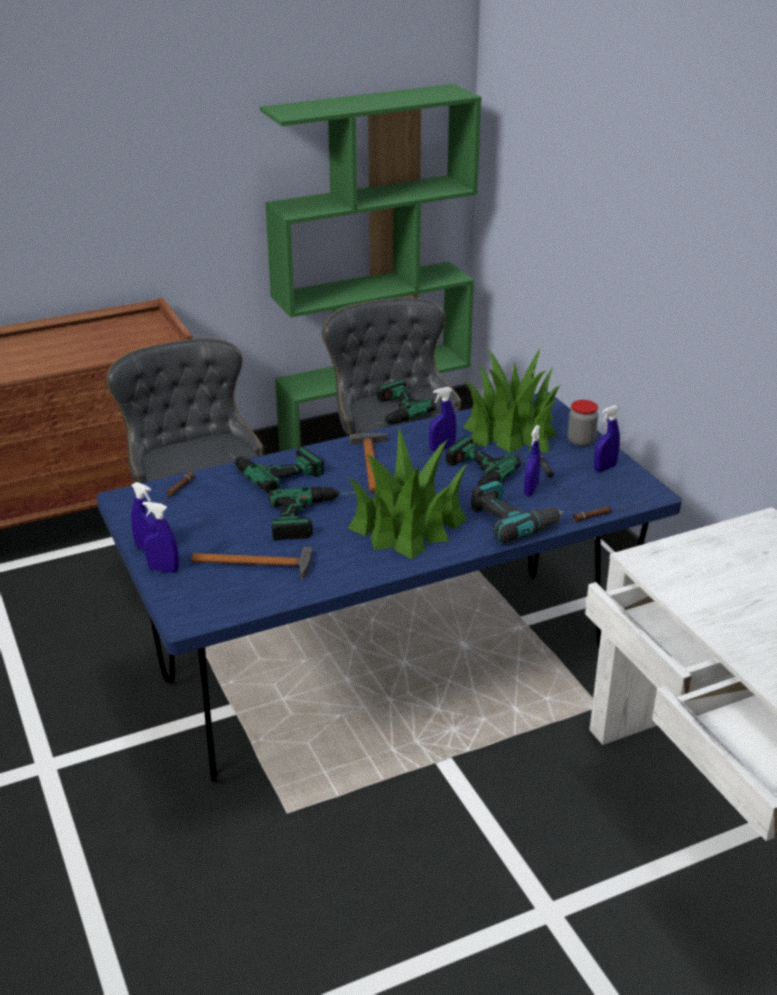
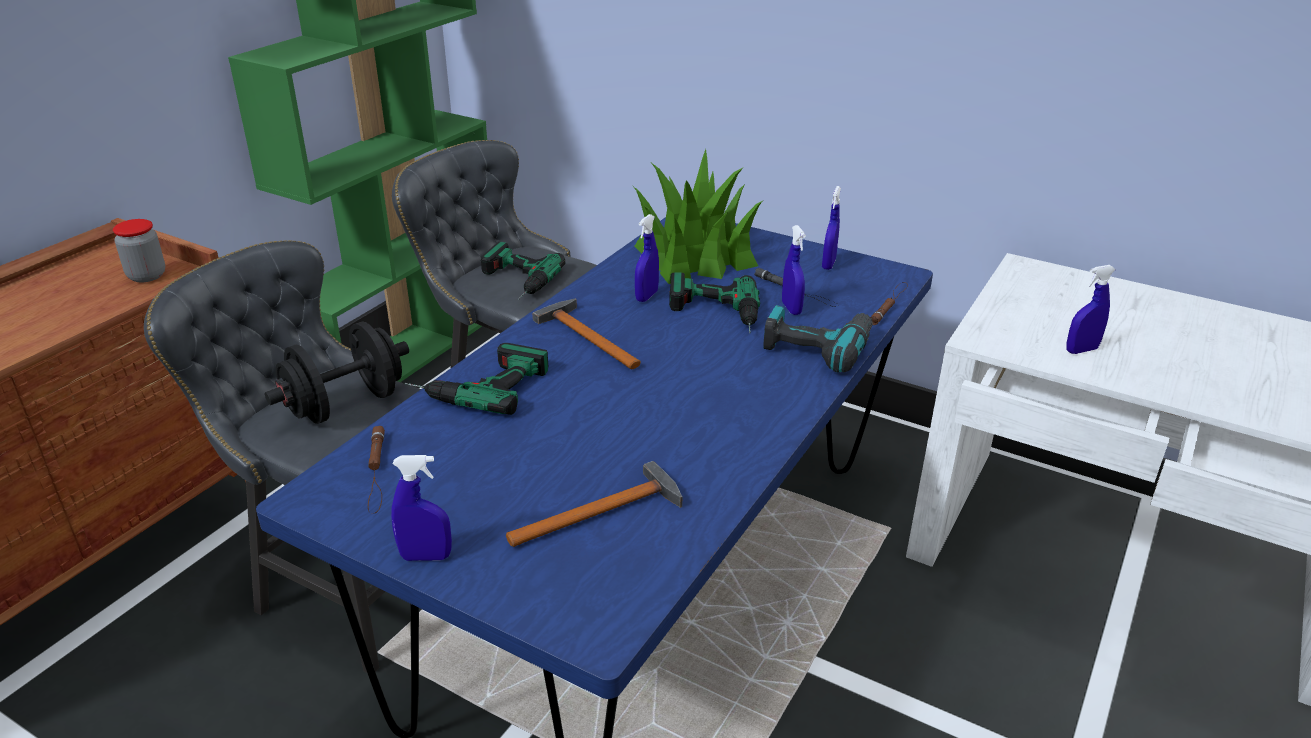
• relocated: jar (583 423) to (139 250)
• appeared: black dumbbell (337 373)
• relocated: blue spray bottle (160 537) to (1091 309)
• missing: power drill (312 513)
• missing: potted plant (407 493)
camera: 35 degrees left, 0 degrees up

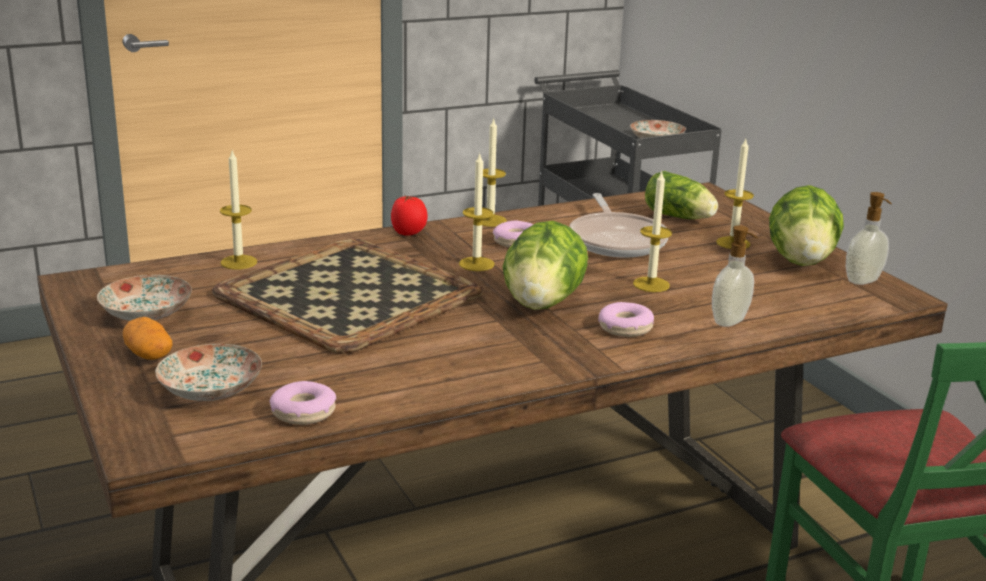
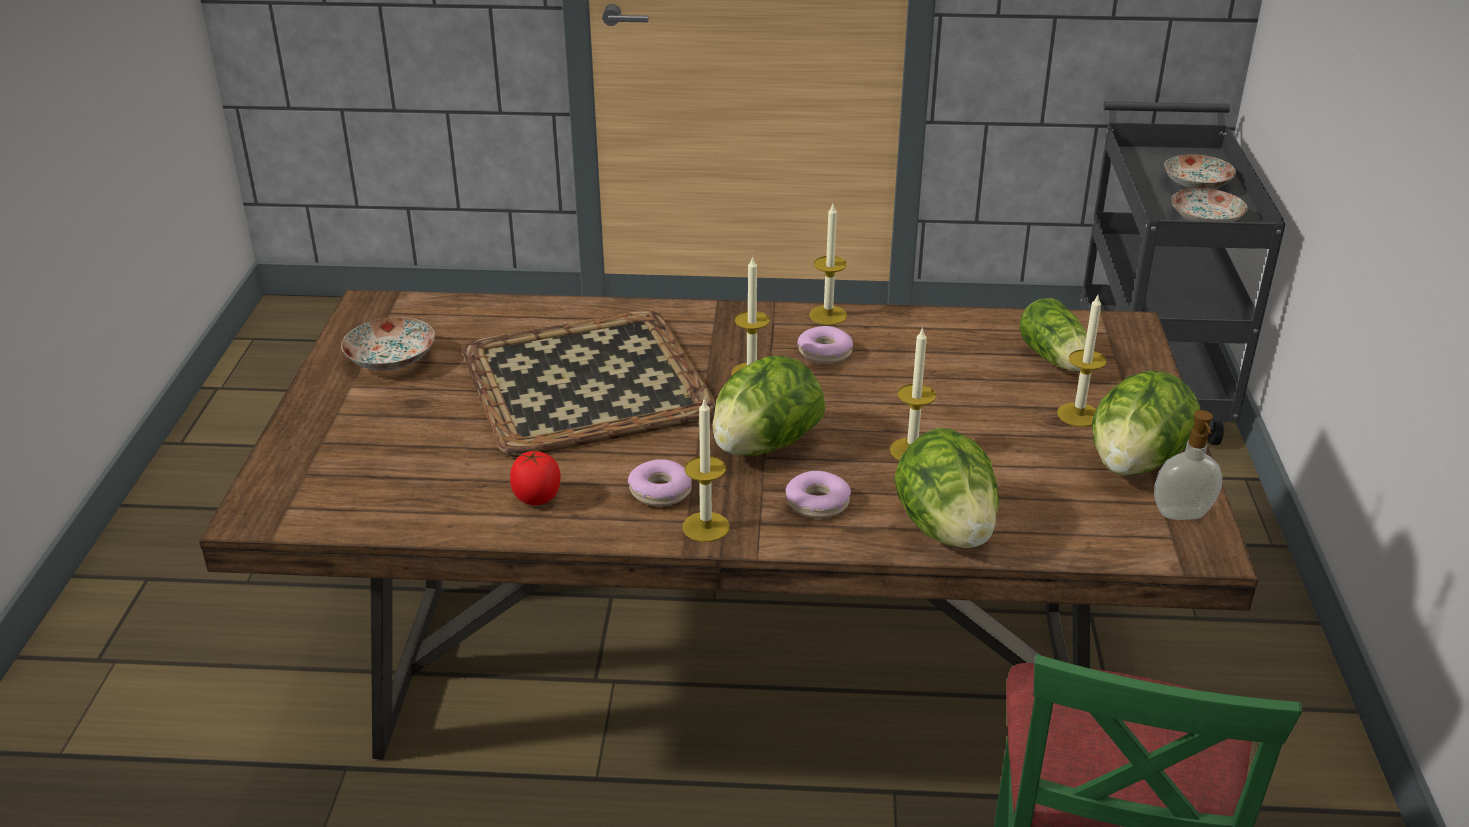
• relocated: tomato (409 216) to (535 477)
• relocated: donut (302 403) to (660 483)
• relocated: candle (238 210) to (706 470)
• exchanged: soap dispenser (735 276) to lettuce (946 488)
• relocated: plate (208 372) to (1200 171)
• missing: potato (147 338)
• missing: frying pan (619 225)
camera: 30 degrees right, 10 degrees up

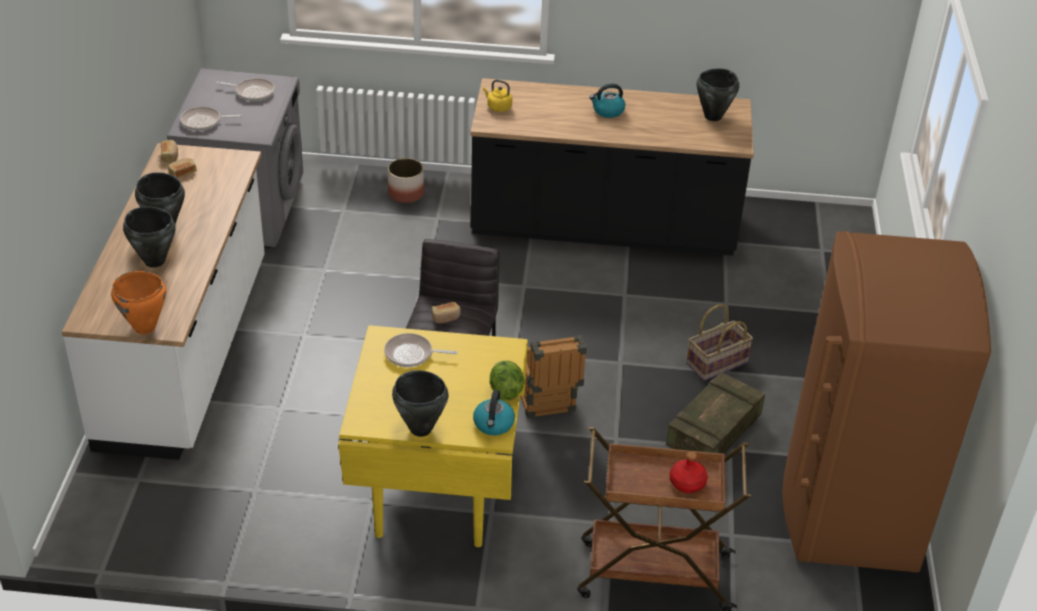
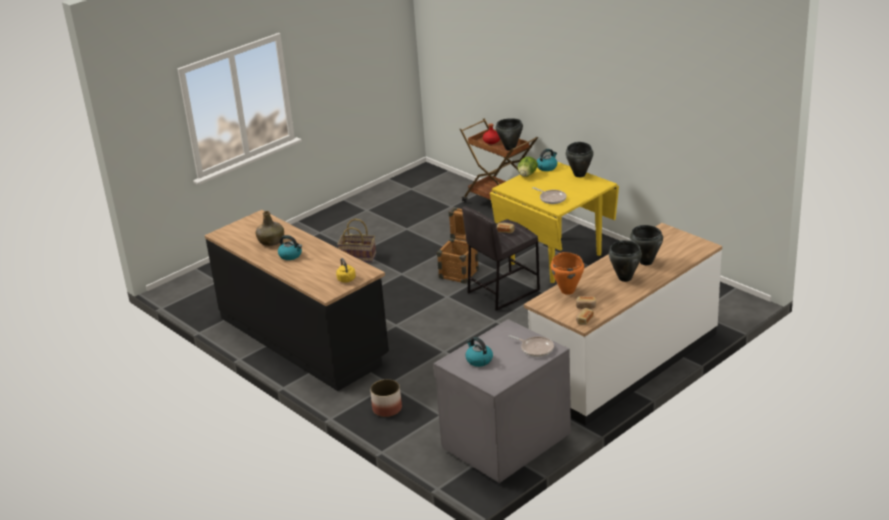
• appeared: green bottle (269 228)
• exchanged: frying pan (246 89) to kettle (479 352)
• relocated: black cooking pot (717 94) to (509 135)
• relocated: orange cooking pot (138 302) to (567 273)
• missing: crate (715 413)
• missing: brown fridge (886 402)
camera: 135 degrees left, 10 degrees down

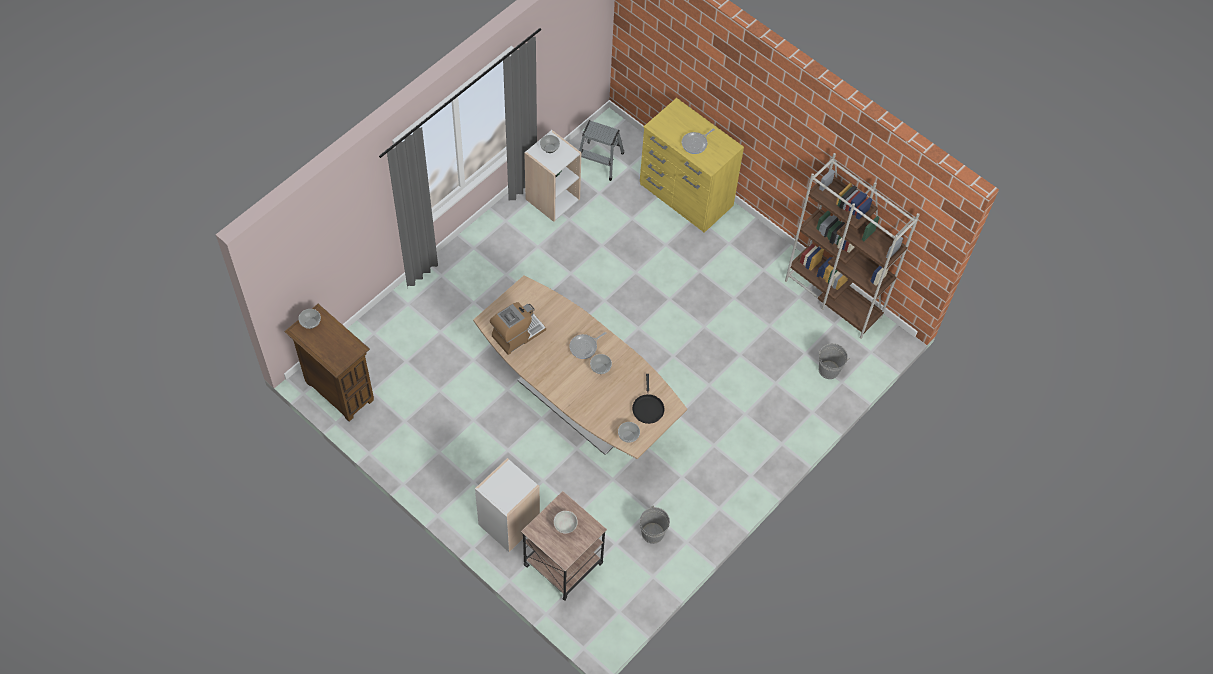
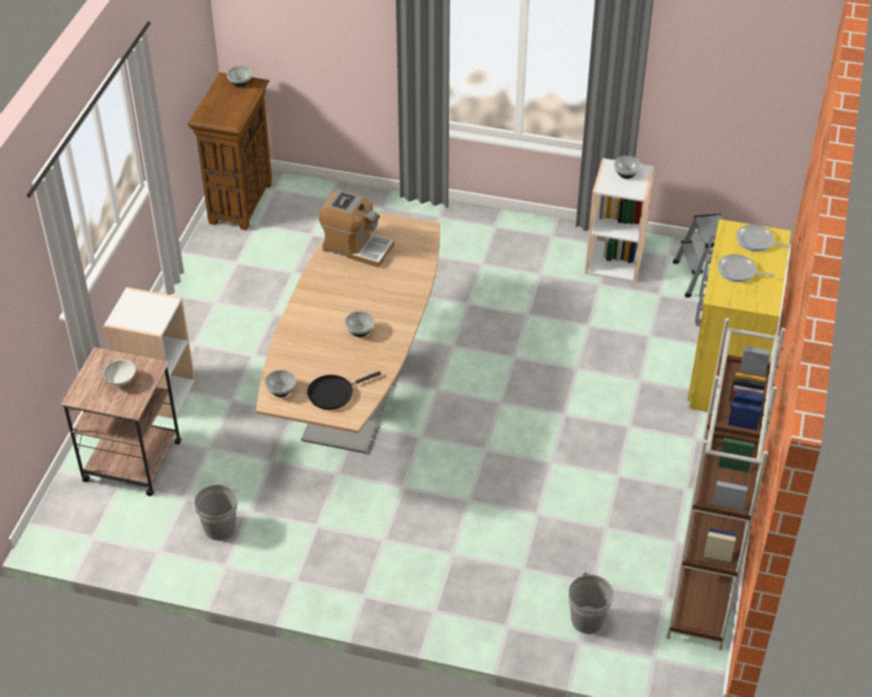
• relocated: frying pan (588 345) to (764 238)
camera: 65 degrees right, 15 degrees down

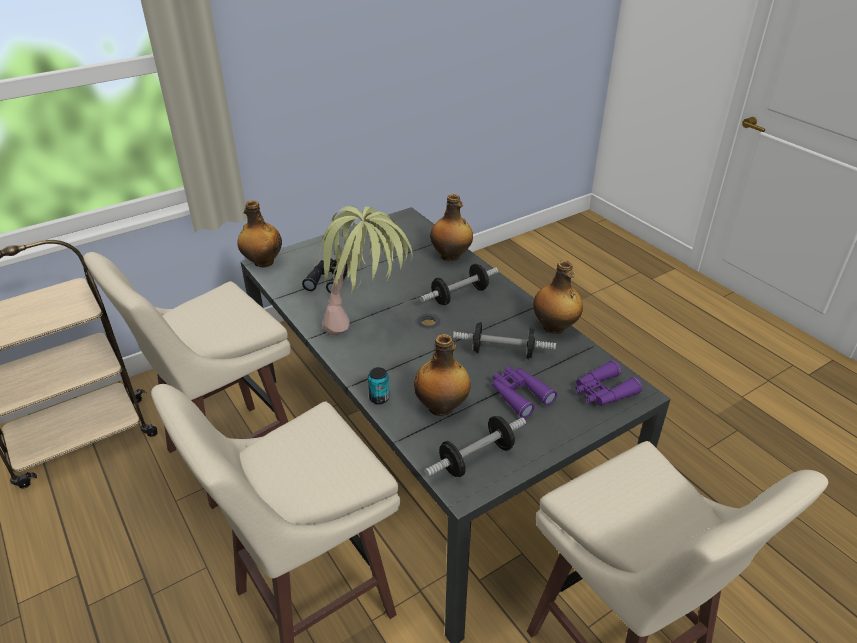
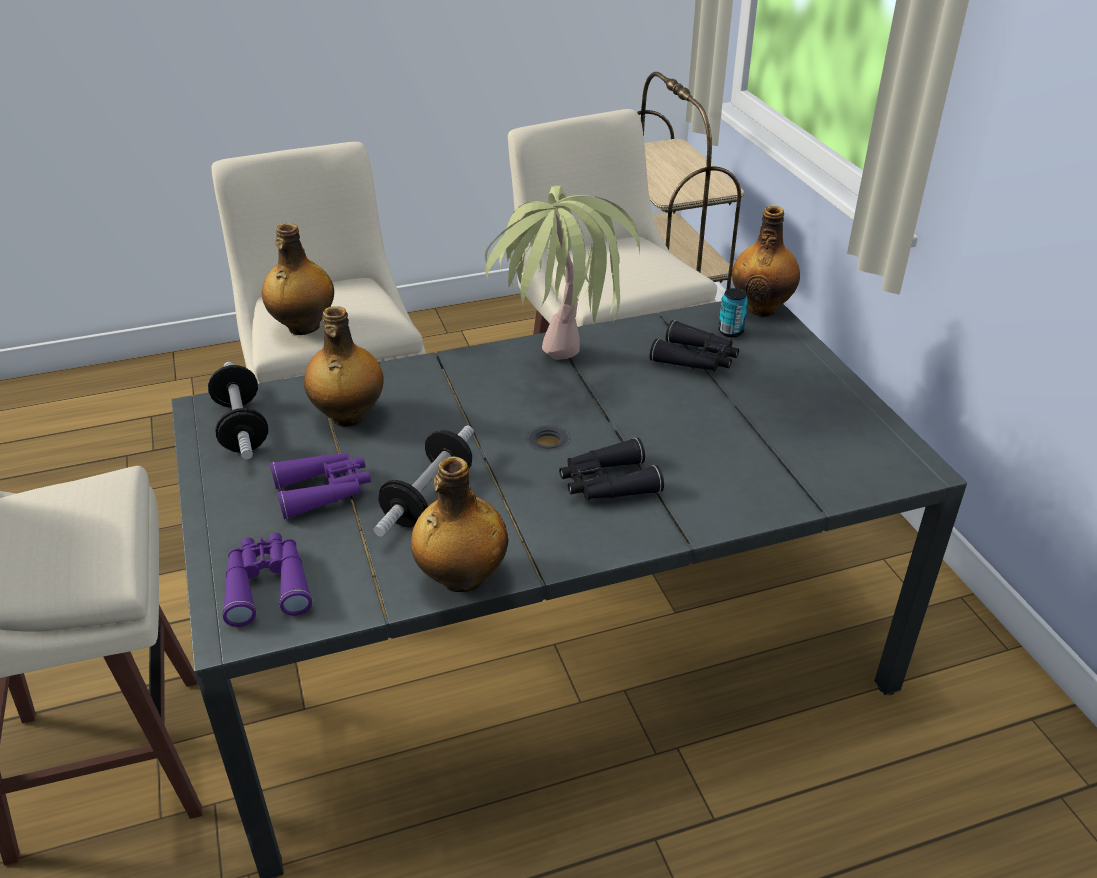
• relocated: bottle (451 227) to (298 279)
• exchanged: dumbbell (459 284) to black binoculars (611 469)
• relocated: can (378 385) to (733 312)
camera: 105 degrees right, 0 degrees up

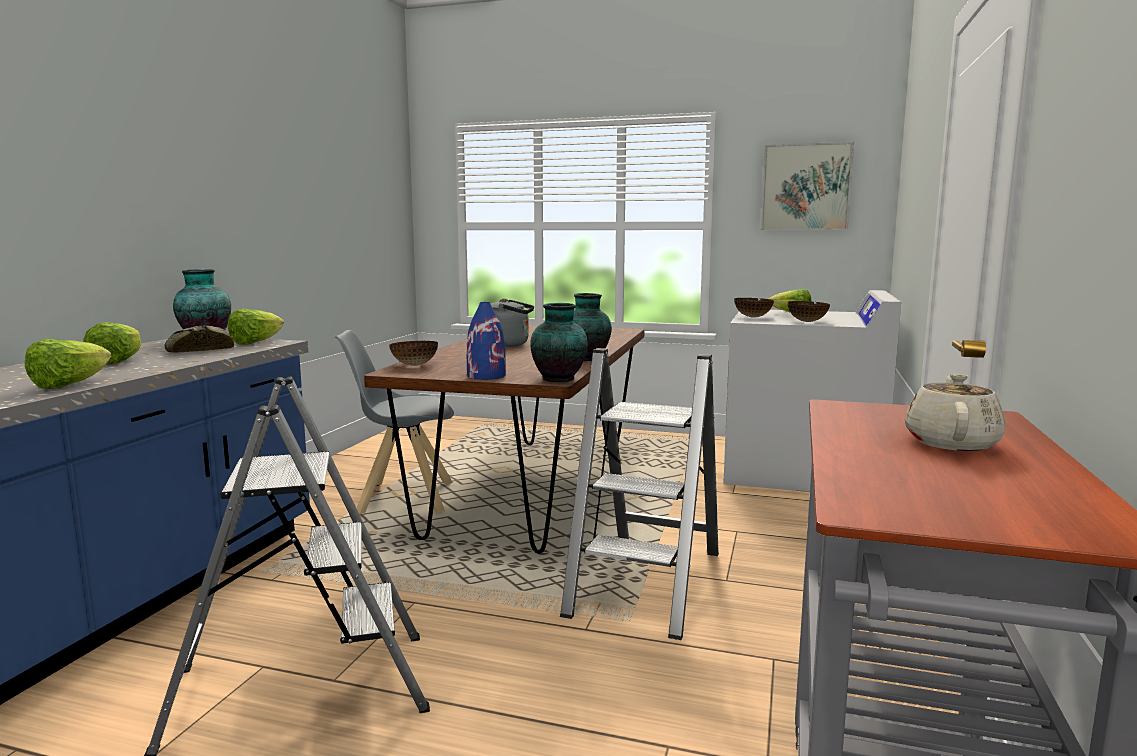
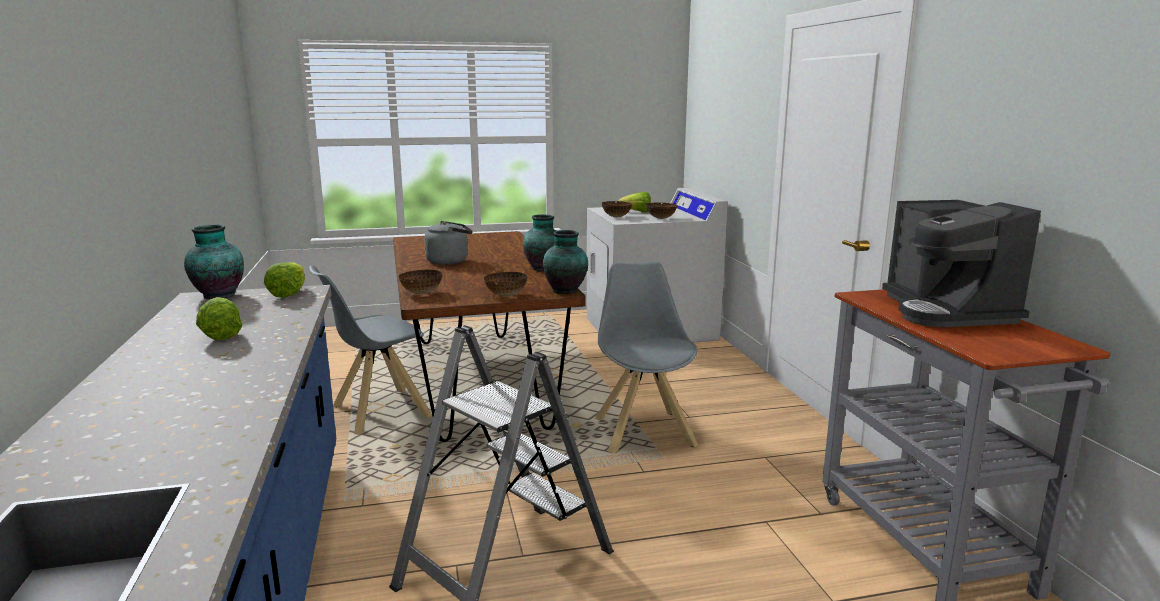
• exchanged: blue vase (486 341) to bowl (505 284)
• exchanged: grey step ladder (639 494) to grey chair (646 357)
• exchanged: beige teapot (955 412) to coffee machine (961 263)
• missing: lettuce (68 364)
• missing: bread (199 339)
• missing: picture (807 186)
camera: 30 degrees left, 5 degrees up

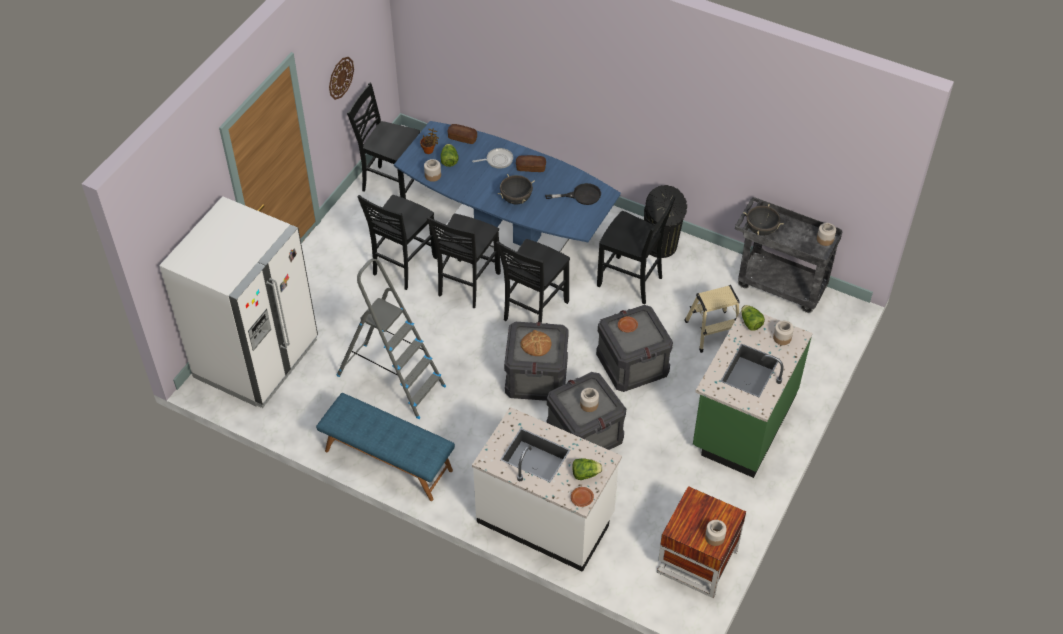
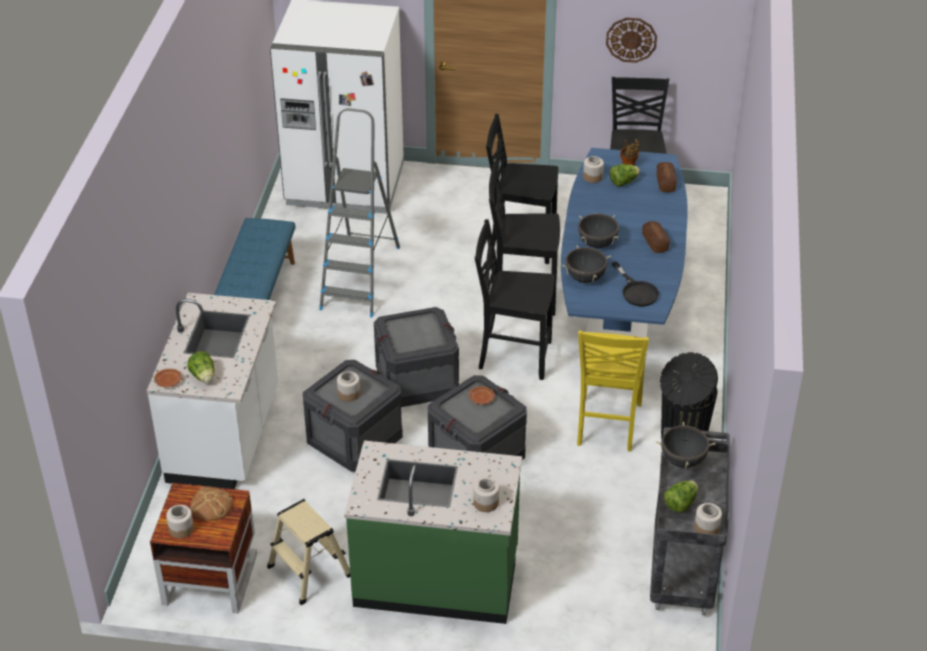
• relocated: bread (535 343) to (211 504)
• relocated: beige step ladder (712 319) to (308 552)
• appeared: black cooking pot (586 264)
• colour: black chair (636 250) to yellow chair (613 391)
• relocated: lettuce (753 318) to (681 496)
• missing: frying pan (492 158)
camera: 70 degrees right, 10 degrees down

